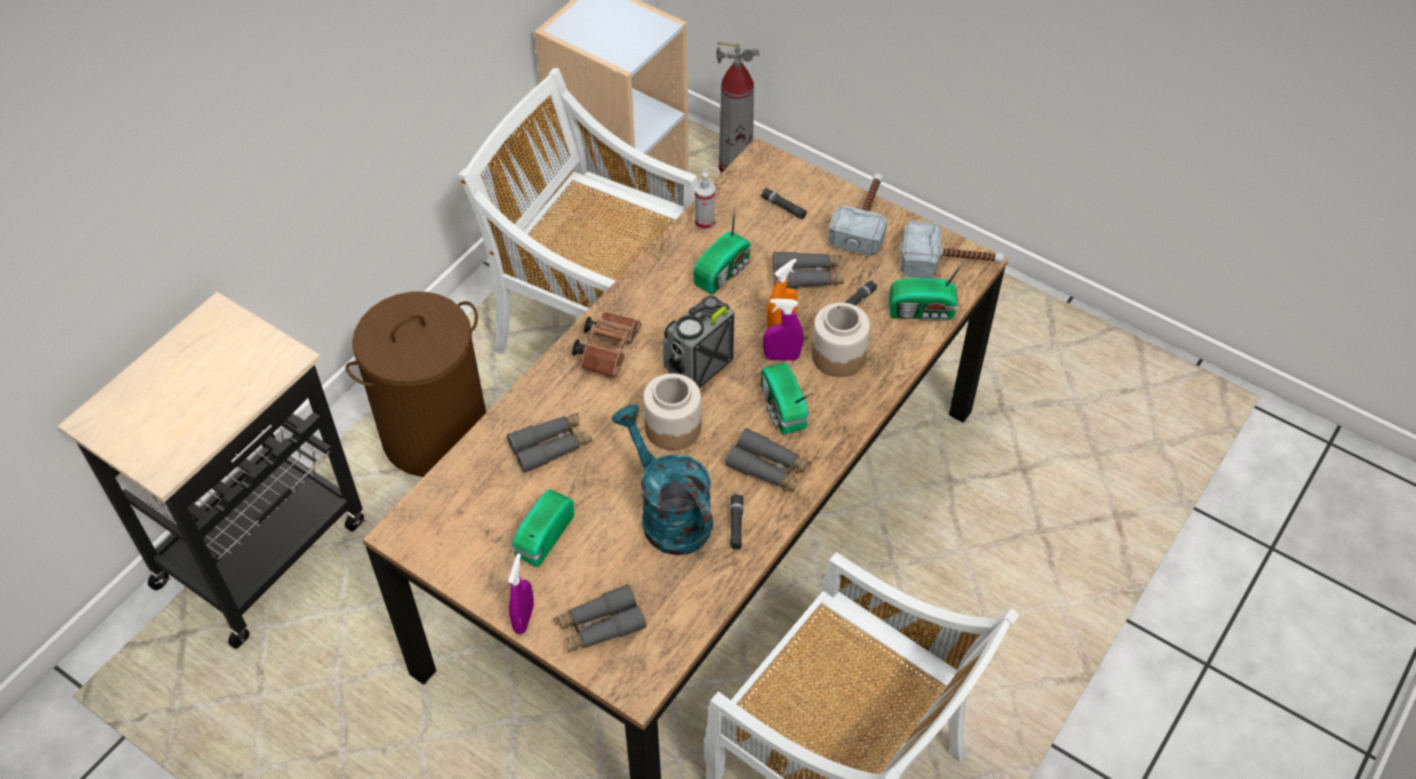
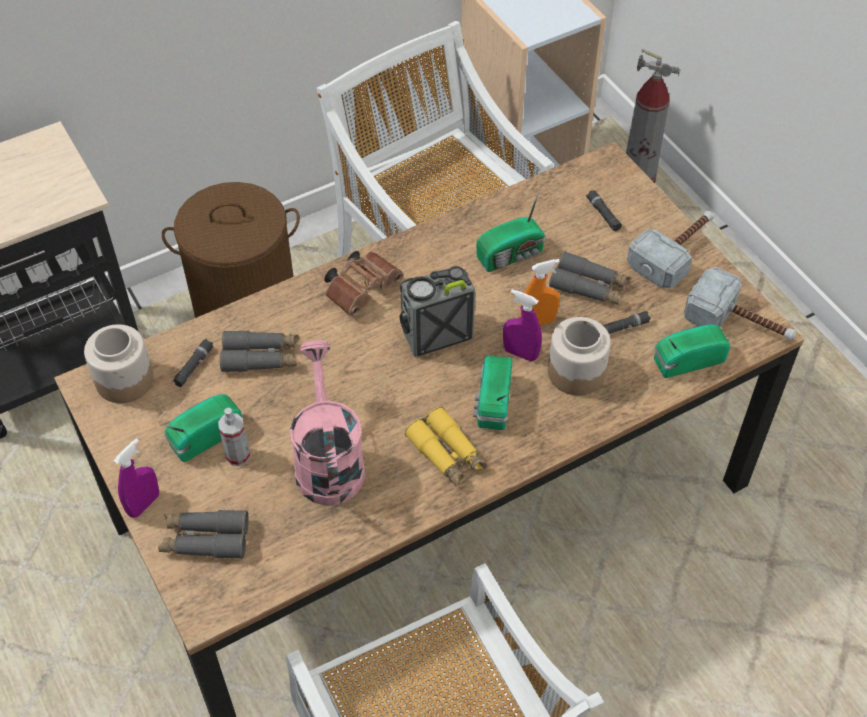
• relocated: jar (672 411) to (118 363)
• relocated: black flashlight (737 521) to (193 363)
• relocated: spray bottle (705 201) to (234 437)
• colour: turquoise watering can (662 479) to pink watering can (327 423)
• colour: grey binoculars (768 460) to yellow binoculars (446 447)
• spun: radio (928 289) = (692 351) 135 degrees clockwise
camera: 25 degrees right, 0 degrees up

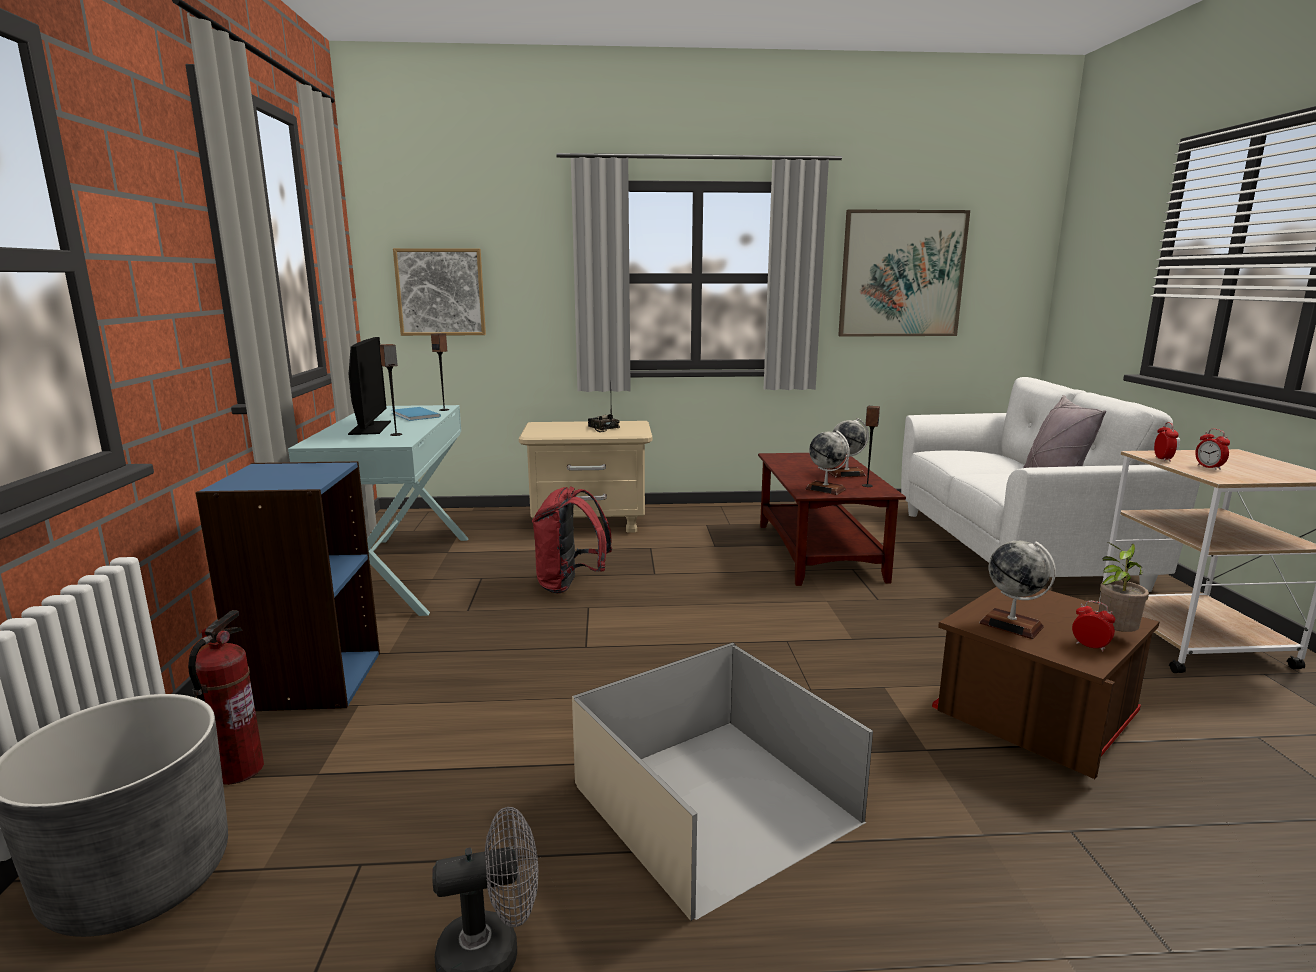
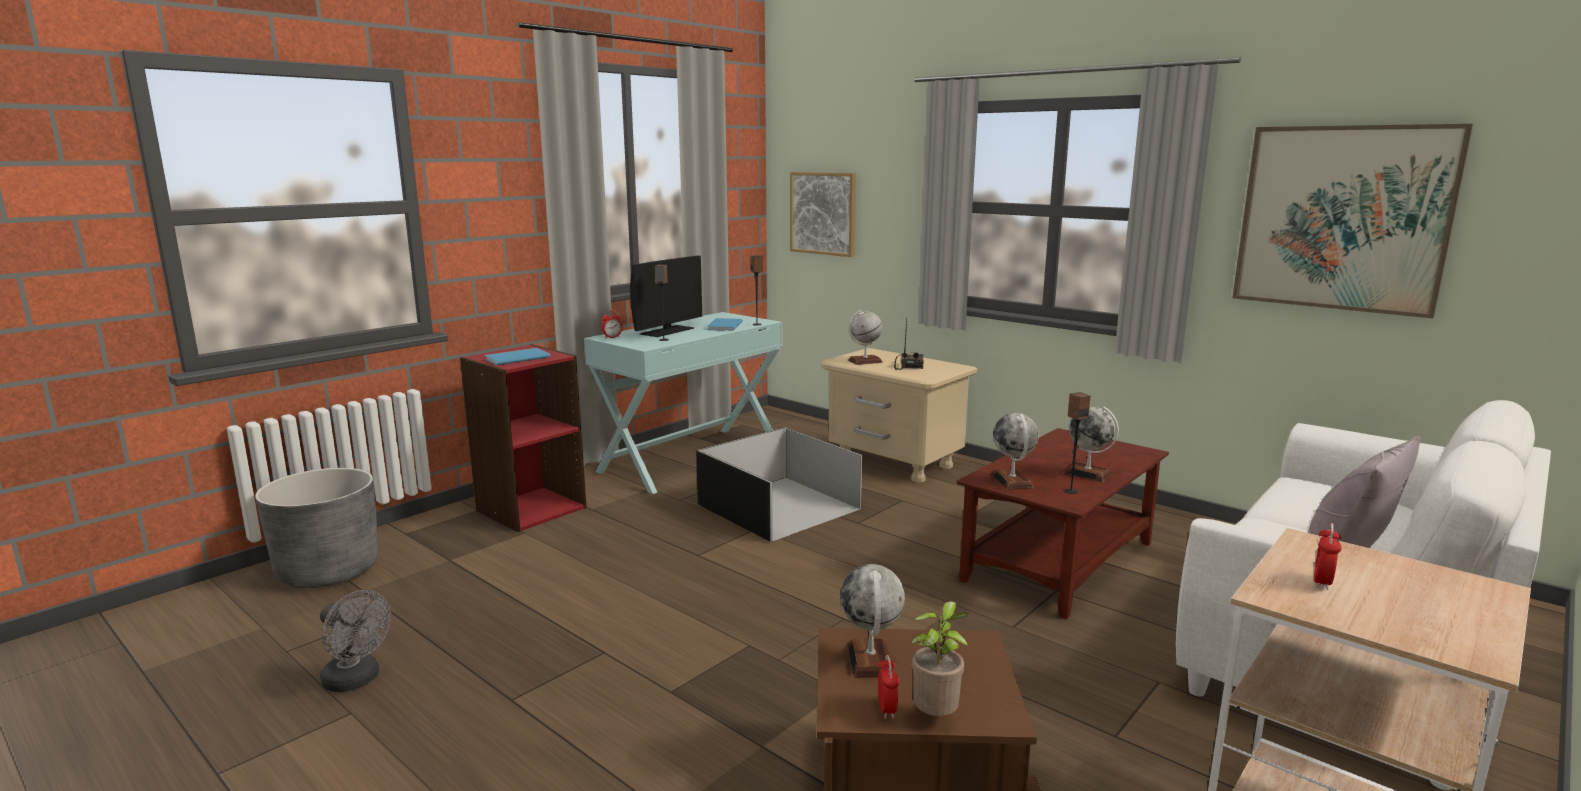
• colour: blue bookcase (287 586) to red bookcase (523 438)
• appeared: blue book (517 356)
• relocated: alarm clock (1166 442) to (611 324)
• exchanged: red backpack (572 539) to black storage box (779 484)
• appeared: globe (865 337)
• missing: fire extinguisher (226 697)
• missing: beige storage box (722 781)
camera: 45 degrees right, 0 degrees up

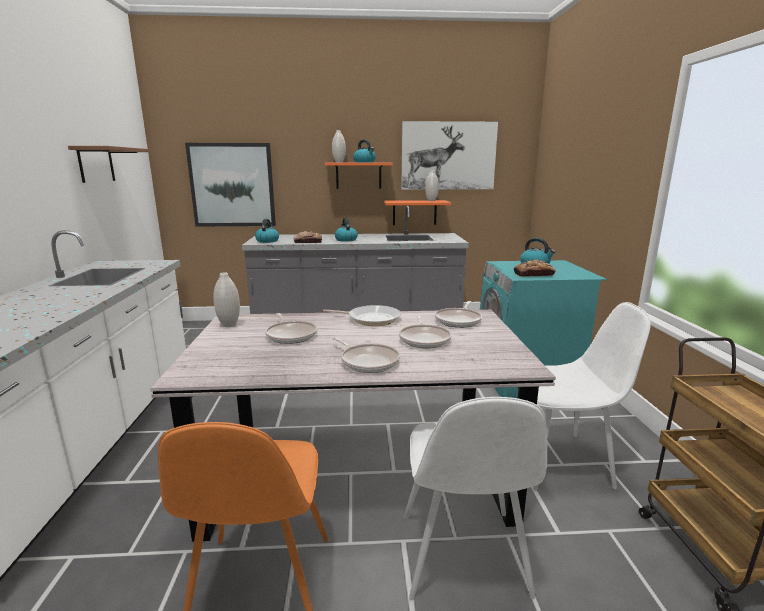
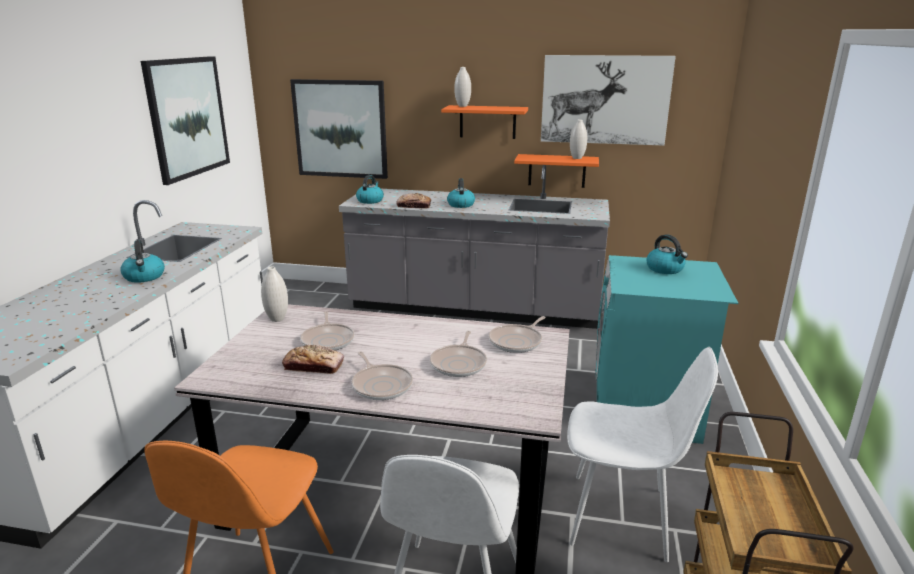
• relocated: kettle (364 151) to (142 261)
• exchanged: brown shelf (108 164) to picture (185 120)
• relocated: bread (535 268) to (313 359)
• missing: frying pan (362 315)
camera: 15 degrees right, 5 degrees up

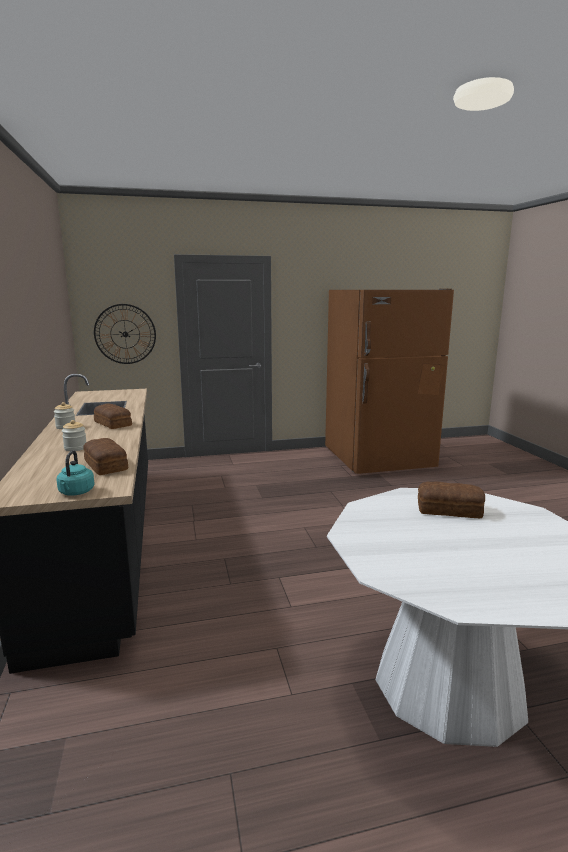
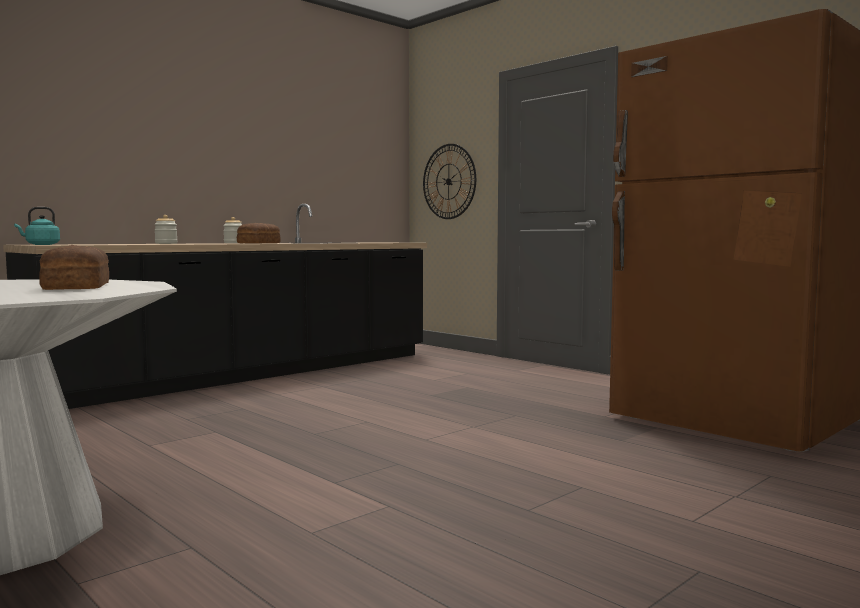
• missing: bread (105 456)
camera: 60 degrees right, 10 degrees down

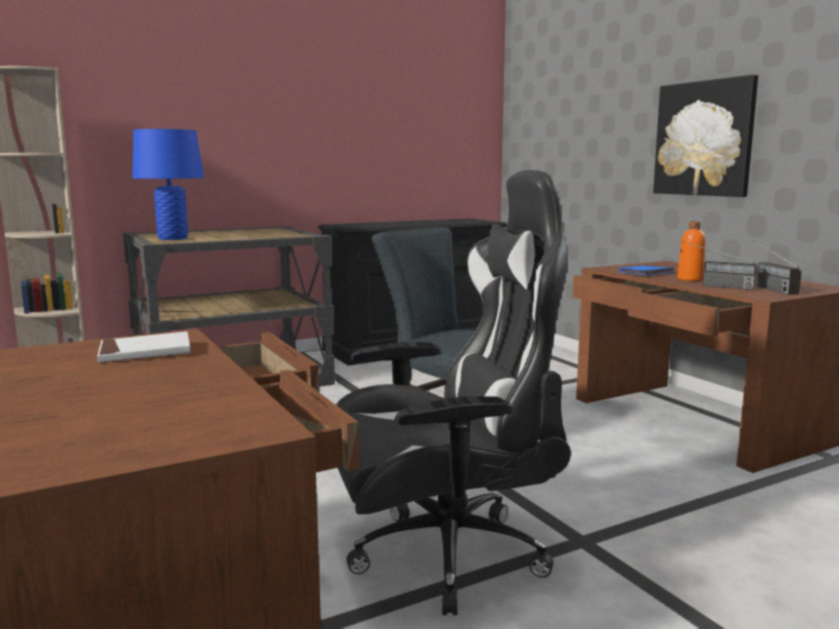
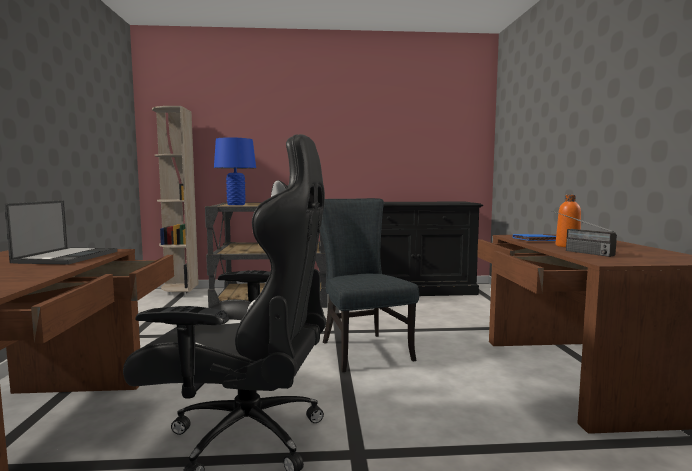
• exchanged: white book (144 347) to laptop (60 232)
• missing: picture (705 136)
• missing: radio (777 268)
camera: 25 degrees right, 5 degrees down

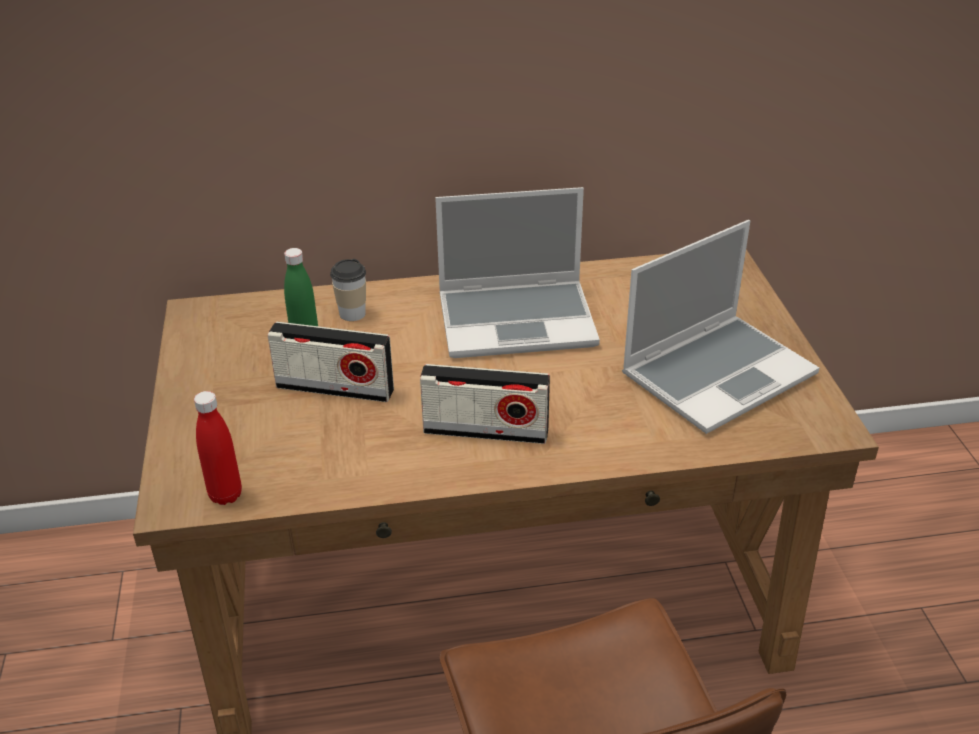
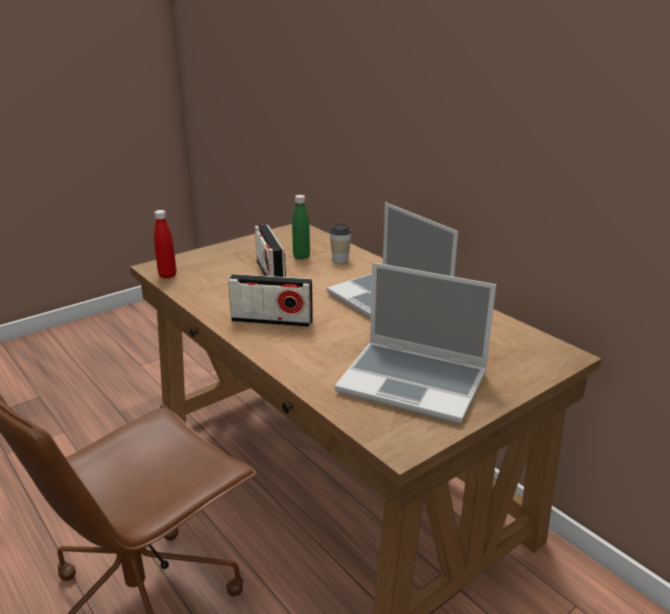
• spun: radio (485 404) = (270 300) 60 degrees counterclockwise
camera: 60 degrees right, 10 degrees down

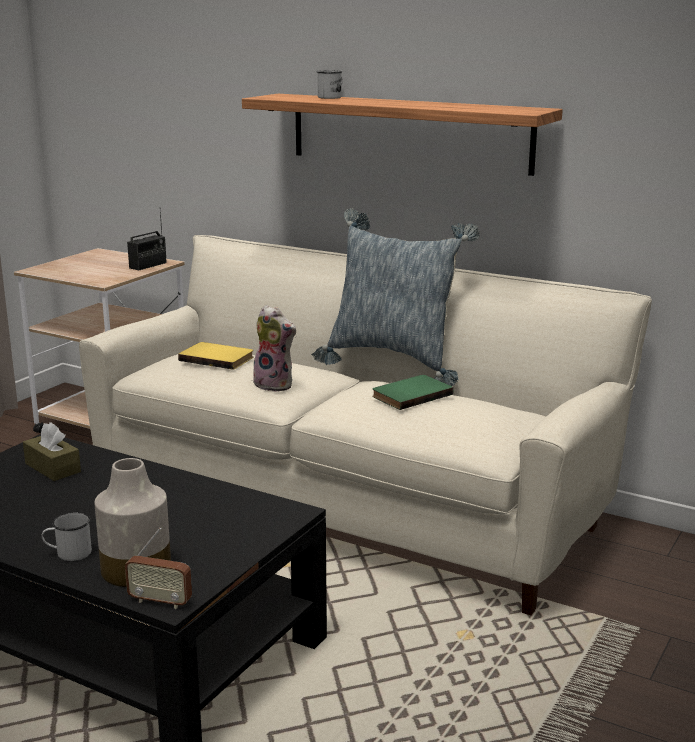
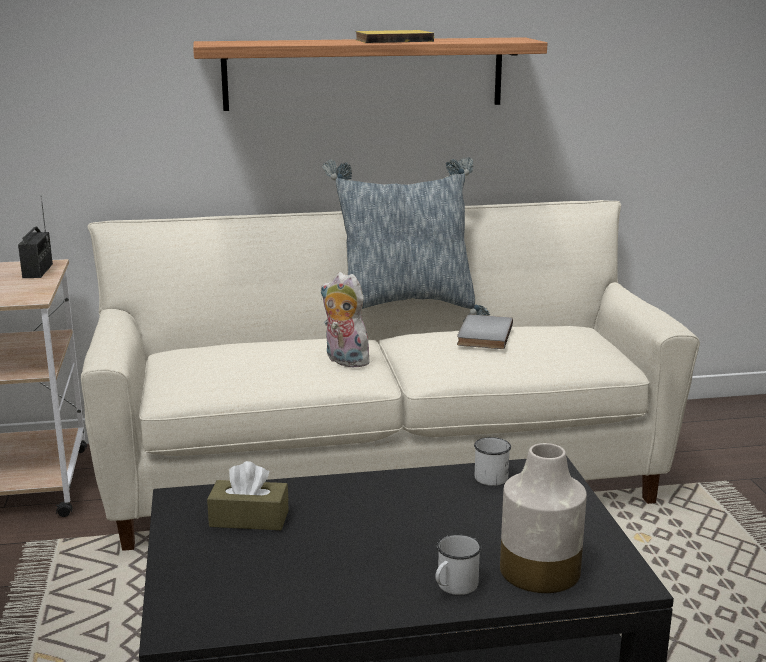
• spun: plush toy (274 348) = (345 320) 135 degrees counterclockwise
• relocated: yellow book (215 356) to (394 36)
• colour: green book (413 392) to grey book (485 331)
• relocated: white mug (330 84) to (492 461)
• missing: radio (158 568)
camera: 40 degrees left, 0 degrees up

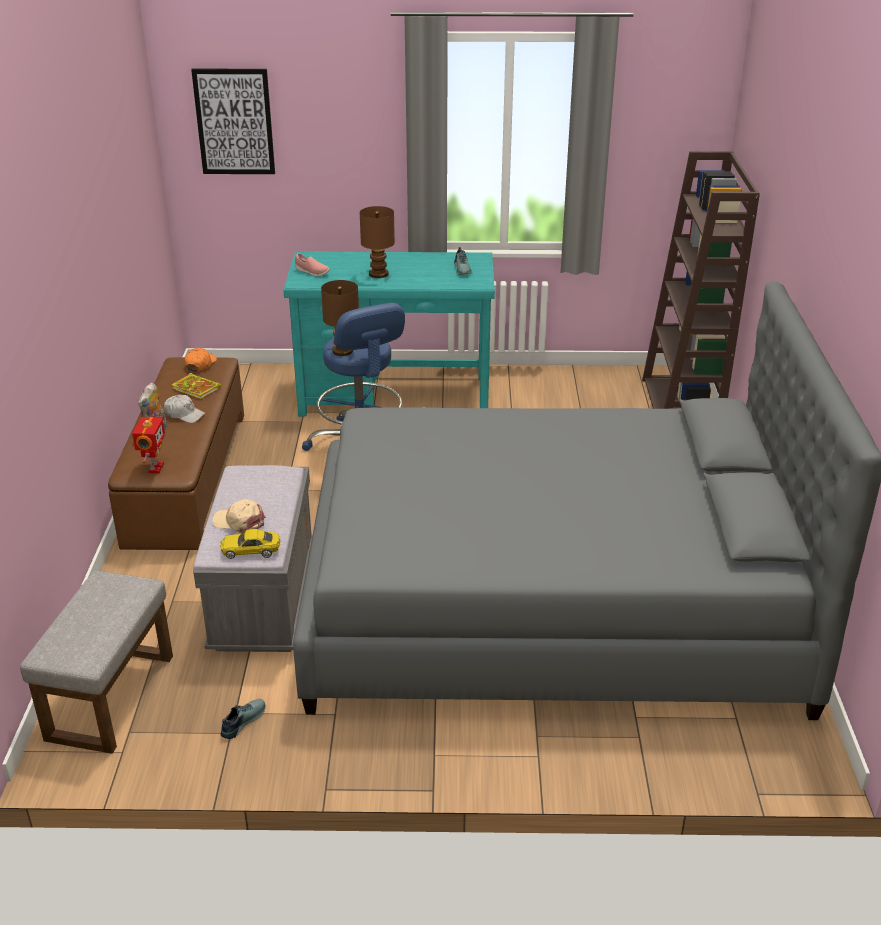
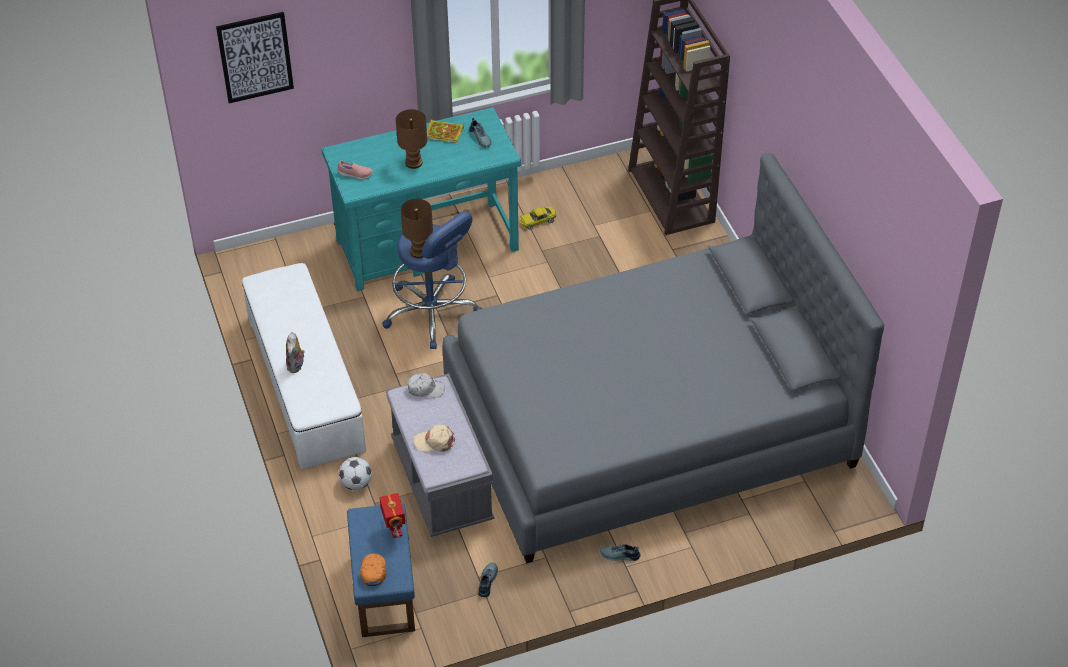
• colour: brown bench (176 453) to white bench (304 366)
• appeared: football (355 473)
• colour: grey ottoman (96 662) to blue ottoman (381 570)
• relocated: orange cap (200 359) to (373 569)
• relocated: toy robot (148 445) to (392 515)
• relocated: white cap (184 409) to (426 385)
• relocated: book (197 386) to (445 131)
• relocated: yellow toy car (250 544) to (538 218)
• appeared: shoe (620 552)
camera: 20 degrees left, 15 degrees up

